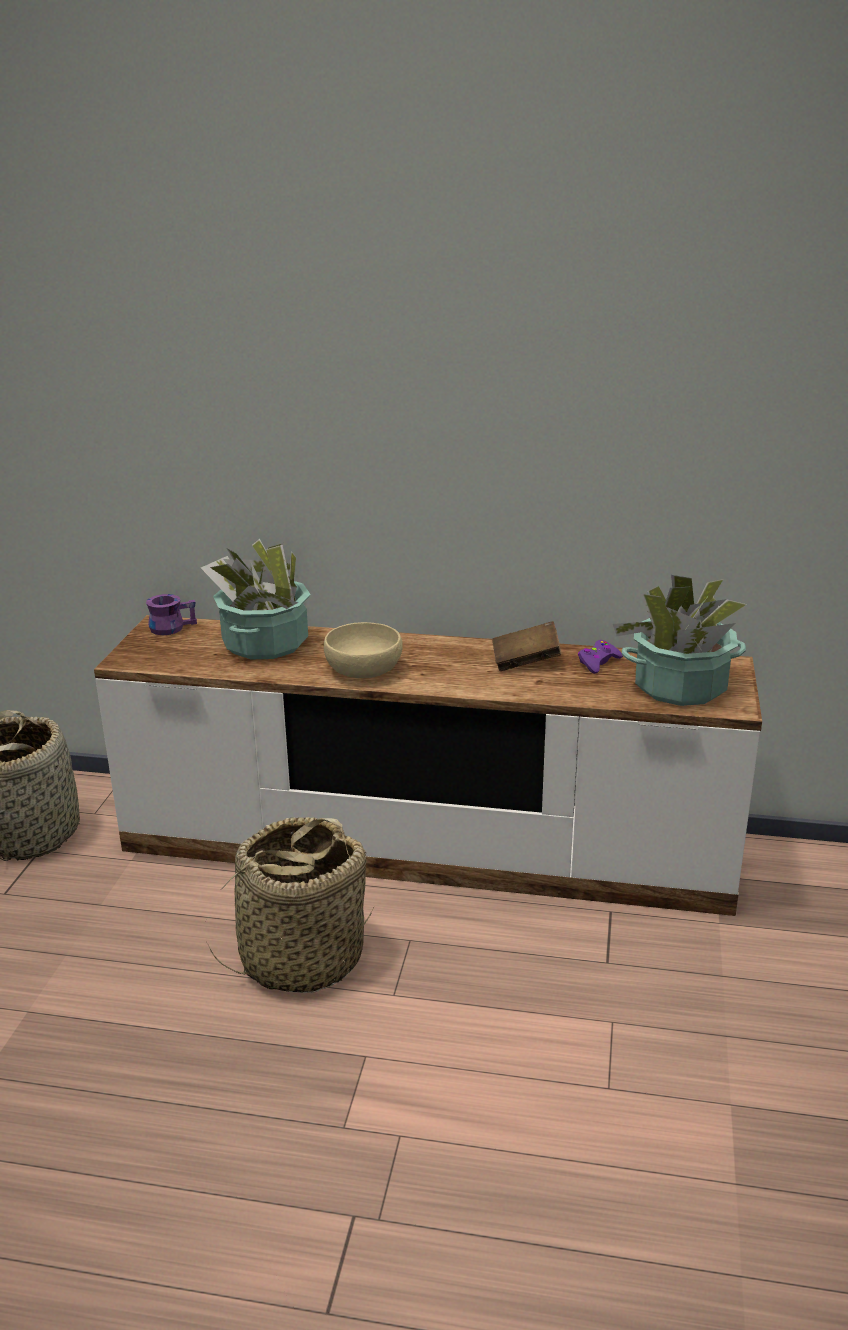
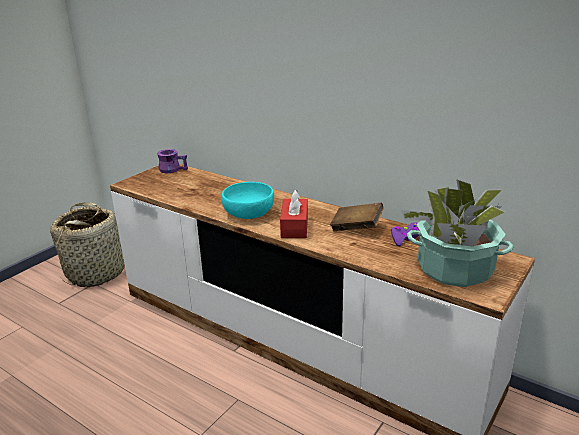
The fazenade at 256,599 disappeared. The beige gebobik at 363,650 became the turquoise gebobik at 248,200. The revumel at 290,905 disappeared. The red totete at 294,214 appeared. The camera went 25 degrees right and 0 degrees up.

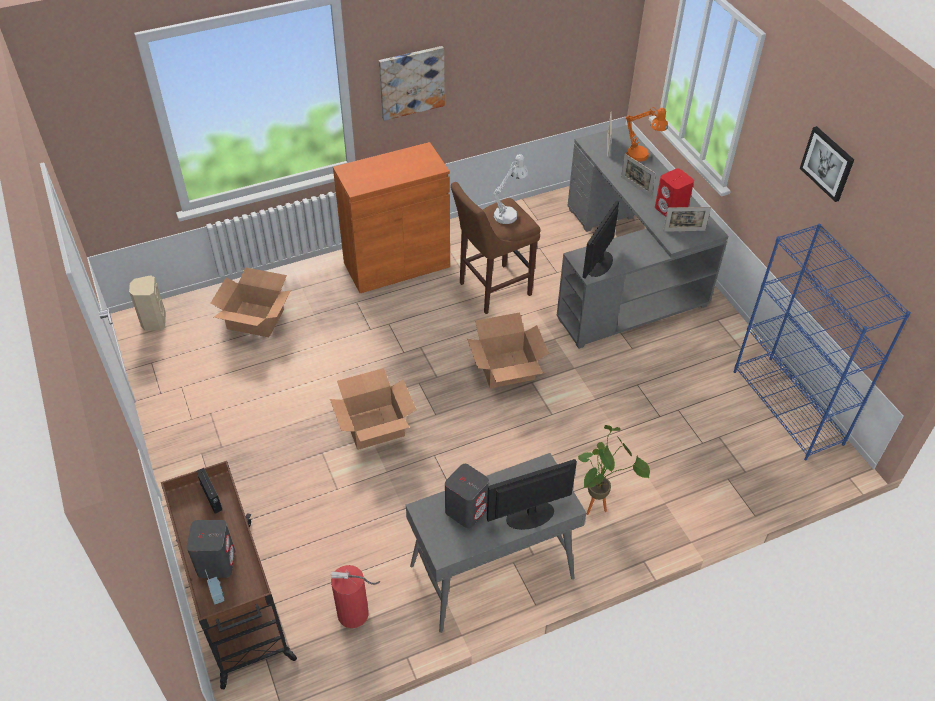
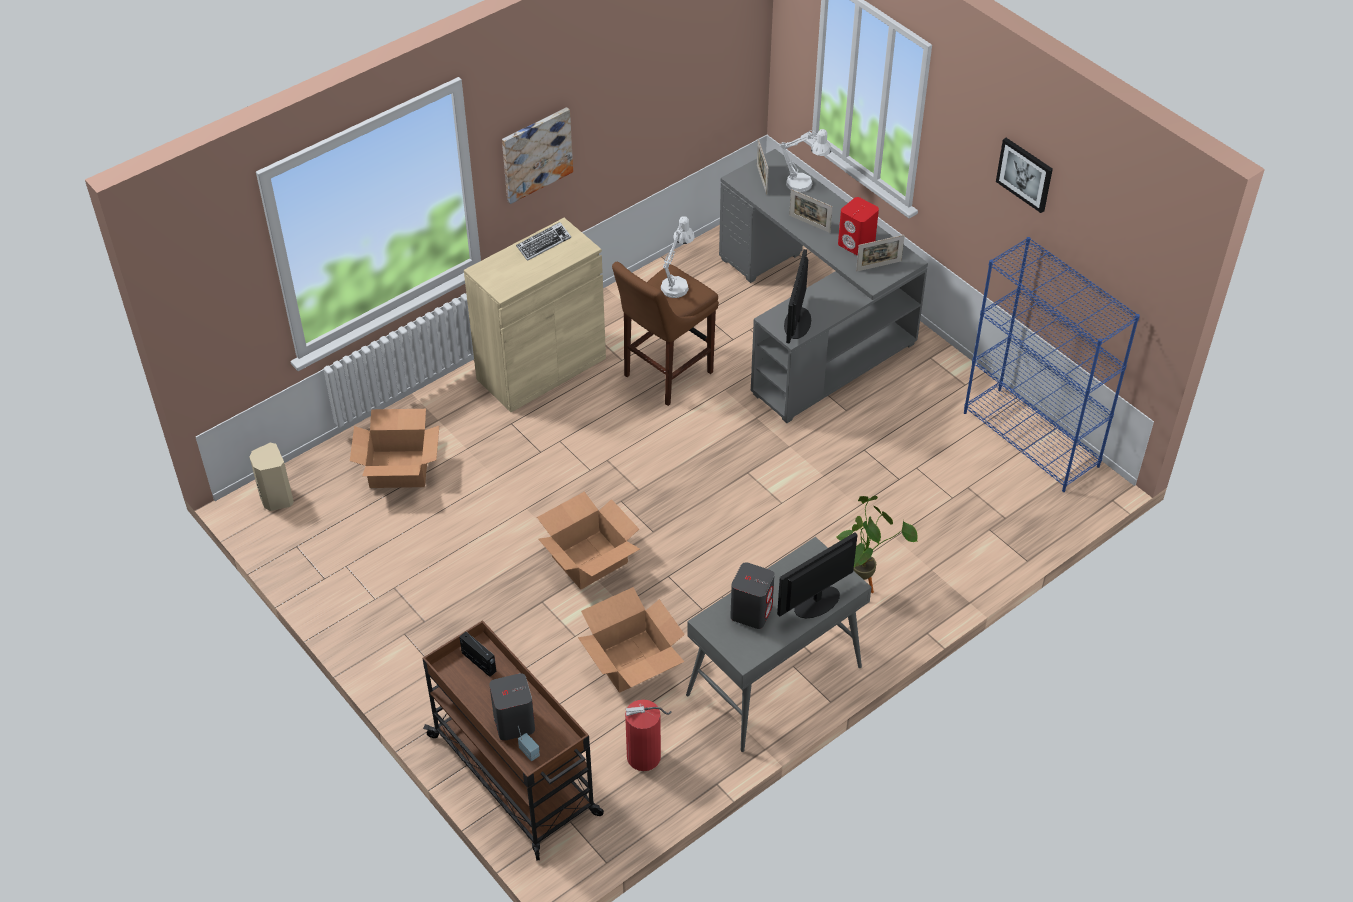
The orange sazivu at 647,134 became the white sazivu at 806,161. The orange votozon at 391,217 became the beige votozon at 535,315. The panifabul moved from 508,350 to 631,639. The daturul at 543,241 appeared. The camera went 15 degrees left and 0 degrees up.

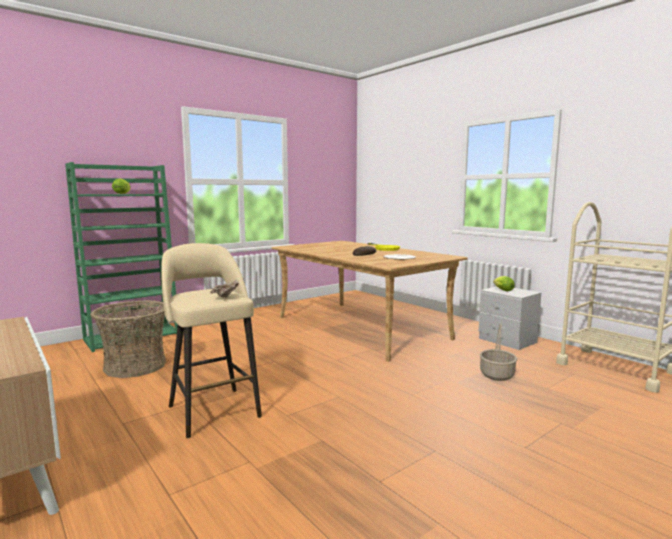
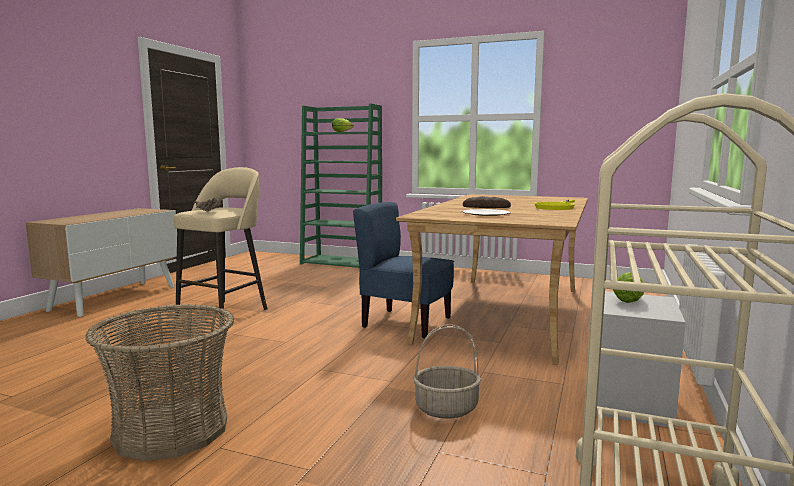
The revumel moved from 128,339 to 159,382. The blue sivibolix at 403,270 appeared. The camera went 60 degrees right and 0 degrees up.

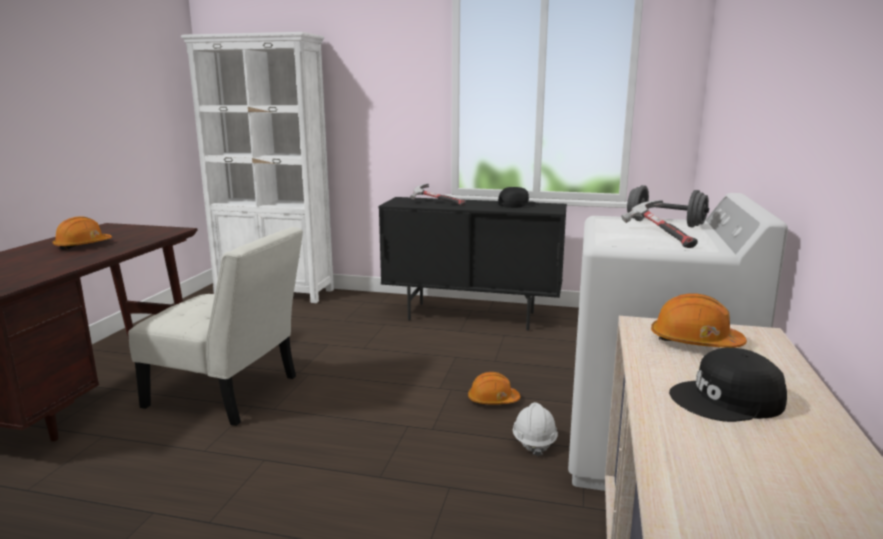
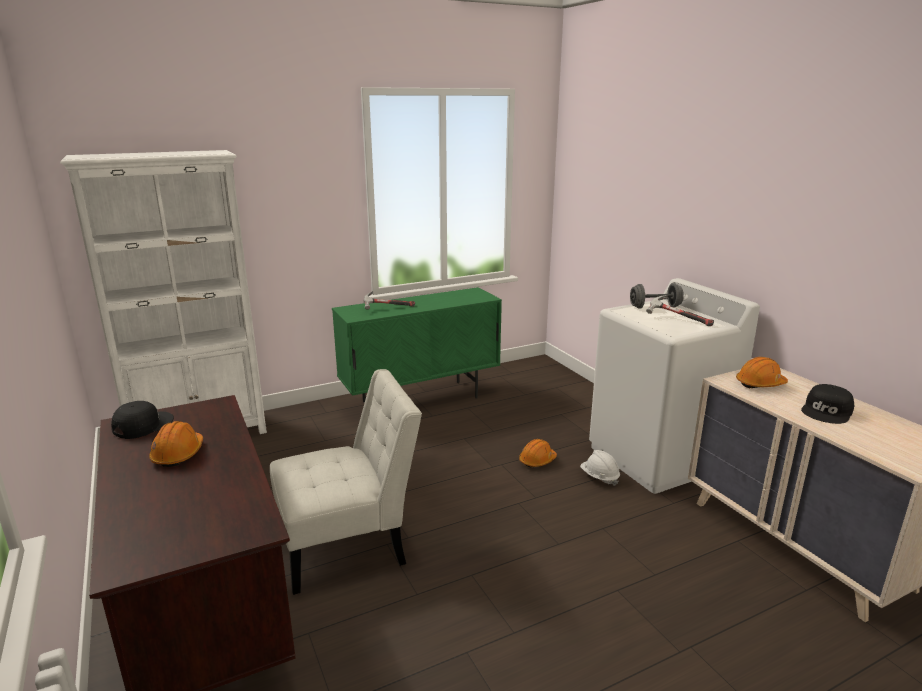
The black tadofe moved from 518,197 to 142,420. The black votozon at 472,264 became the green votozon at 417,345. The camera went 40 degrees left and 5 degrees up.

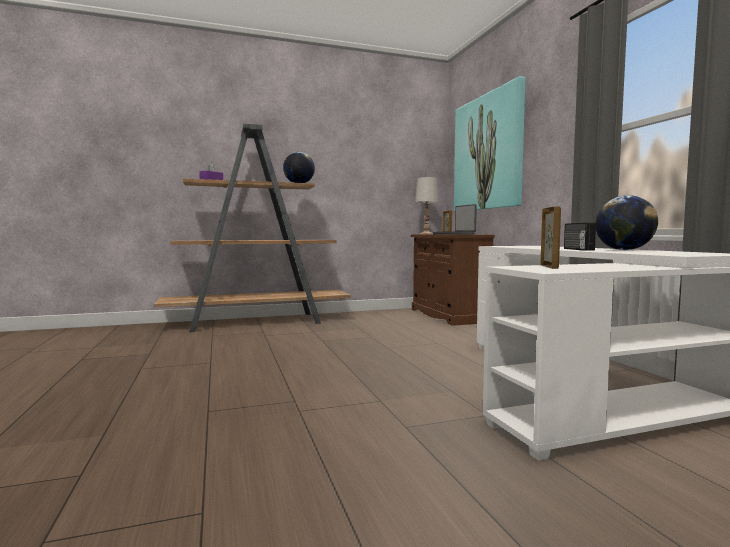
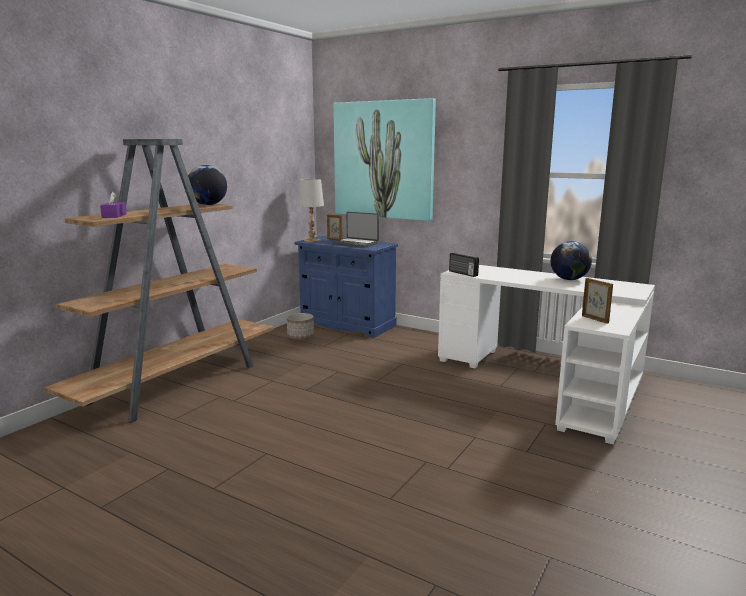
The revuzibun moved from 580,237 to 464,265. The brown votozon at 453,280 became the blue votozon at 346,287. The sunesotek at 300,326 appeared. The camera went 40 degrees left and 10 degrees up.

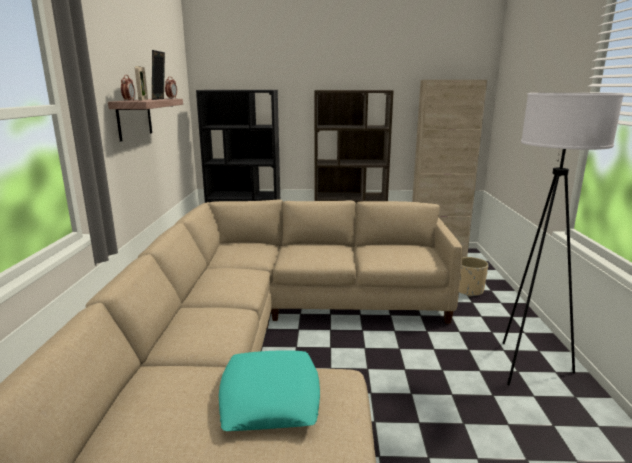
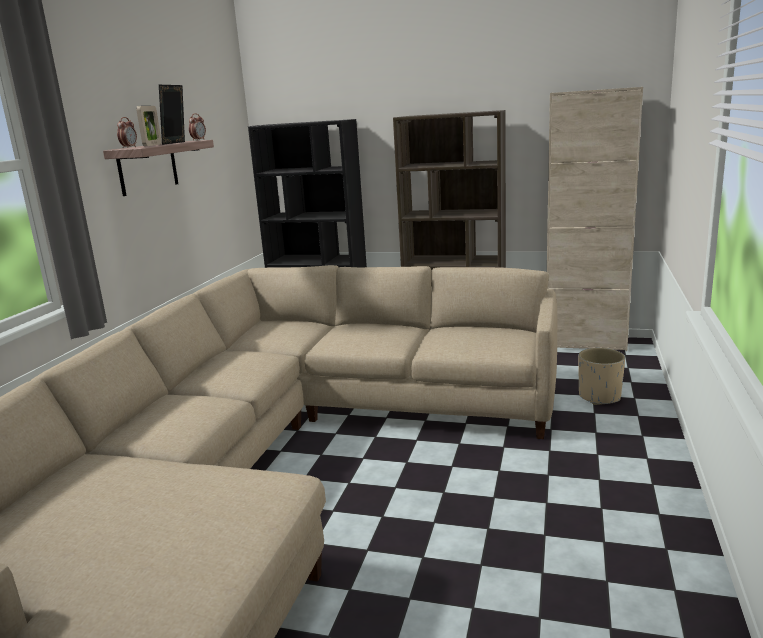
The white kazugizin at 563,239 disappeared. The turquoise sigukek at 269,390 disappeared. The camera went 15 degrees right and 0 degrees up.

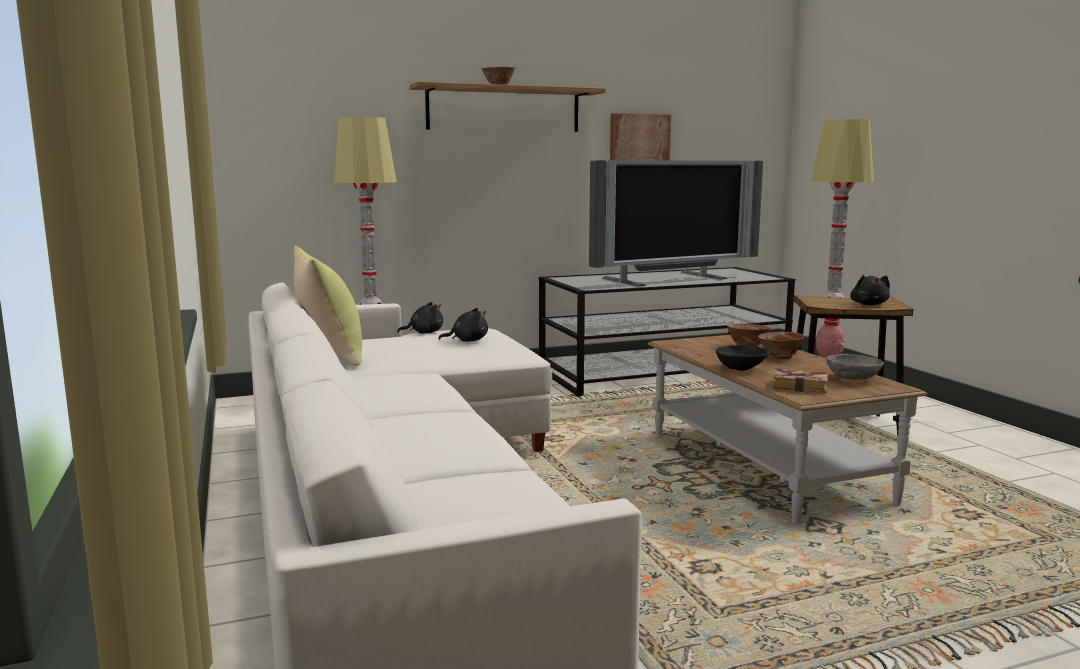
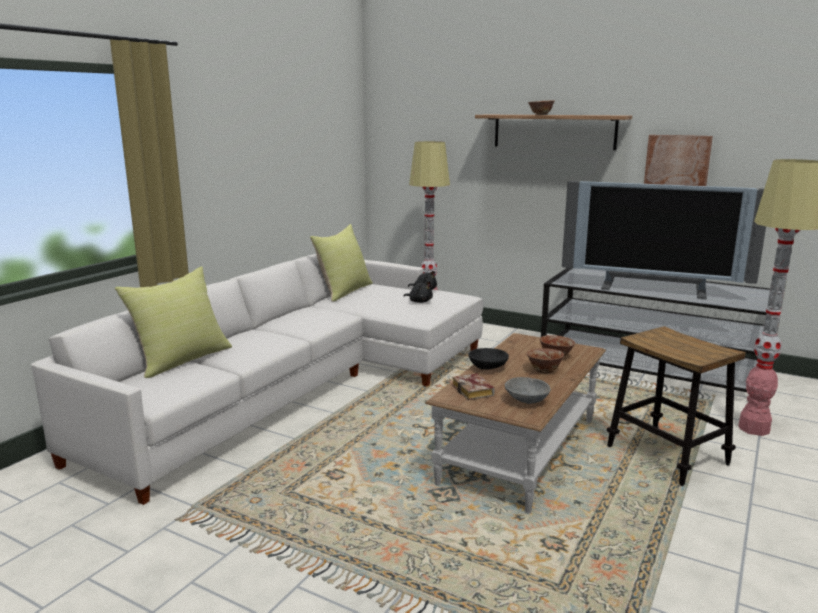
The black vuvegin at 870,290 disappeared. The yellow sigukek at 173,322 appeared. The camera went 50 degrees right and 5 degrees up.

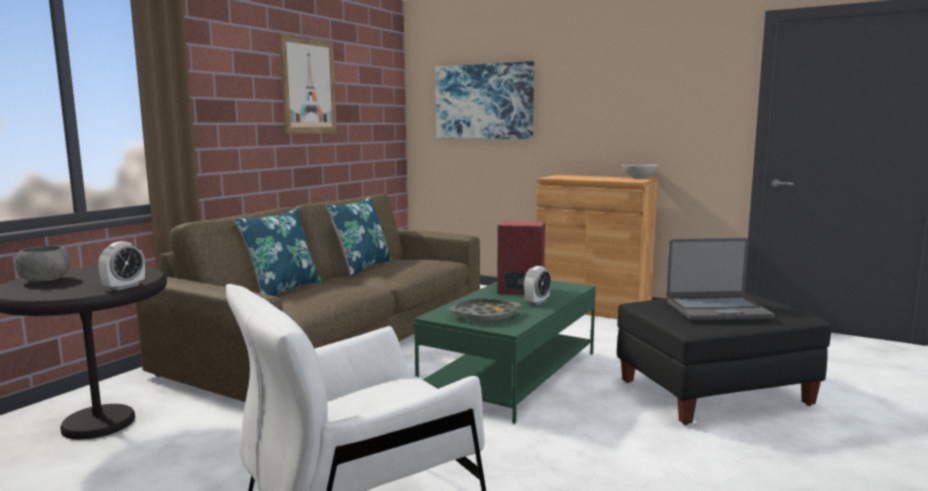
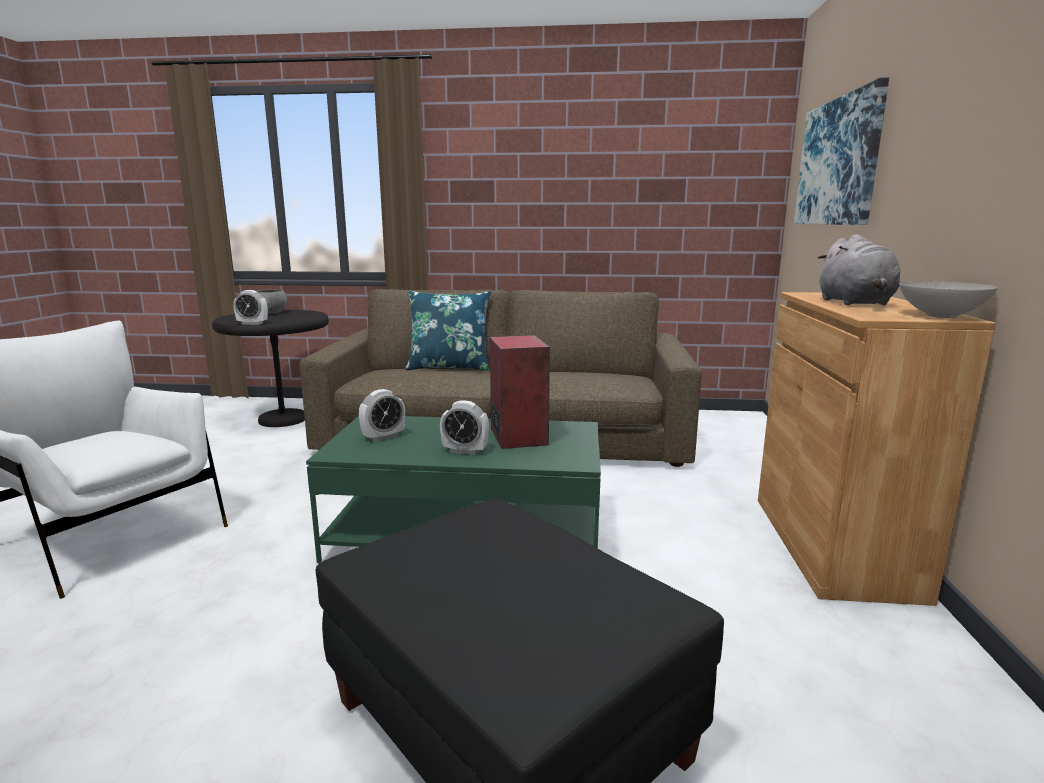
The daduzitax at 308,84 disappeared. The blue sigukek at 359,236 disappeared. The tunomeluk at 720,279 disappeared. The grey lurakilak at 485,310 was replaced by the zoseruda at 382,415. The grey vuvegin at 859,270 appeared. The camera went 65 degrees right and 5 degrees up.

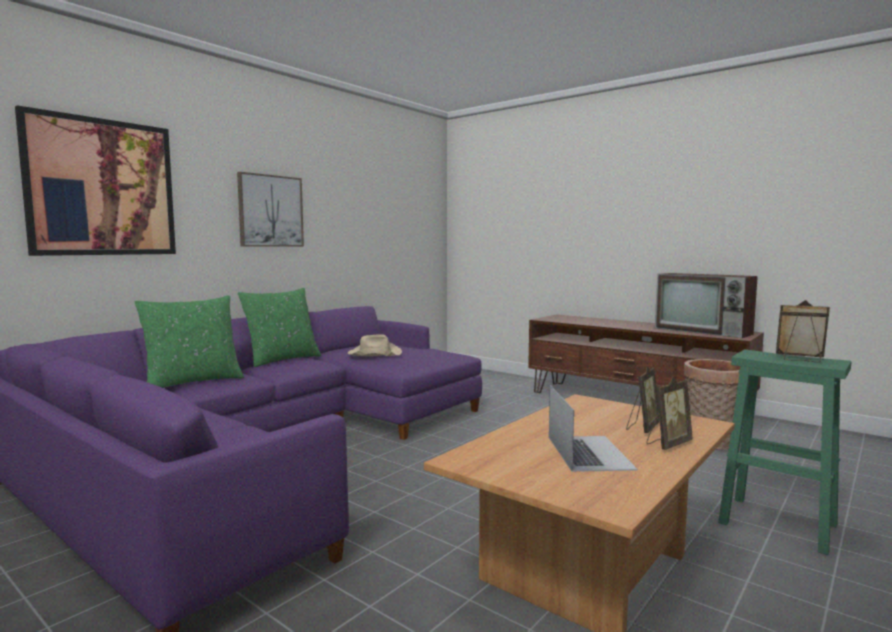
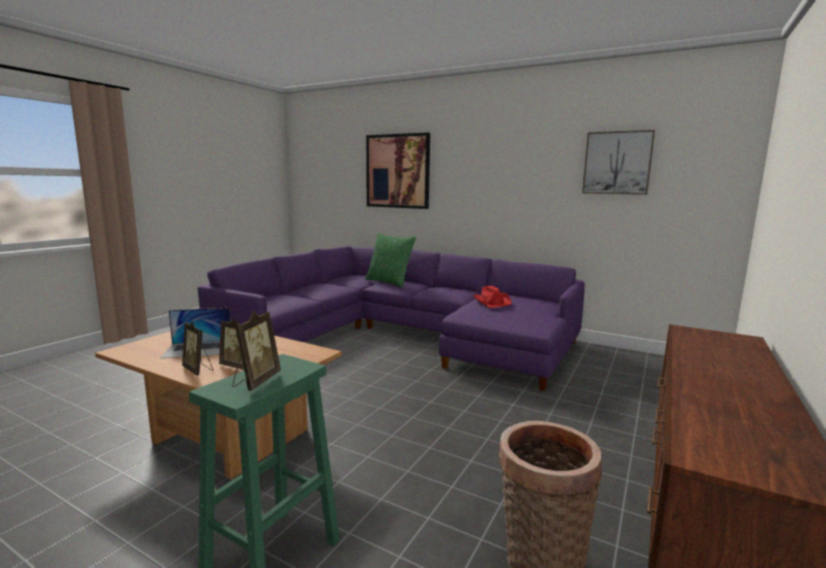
The daduzitax moved from 270,209 to 618,162. The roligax at 706,305 disappeared. The green sigukek at 279,327 disappeared. The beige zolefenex at 375,345 became the red zolefenex at 492,297. The camera went 80 degrees right and 5 degrees up.

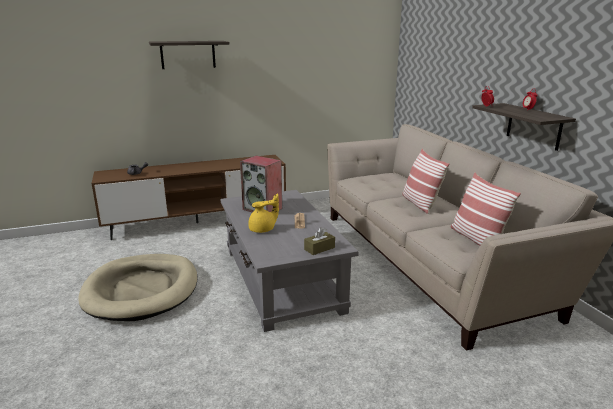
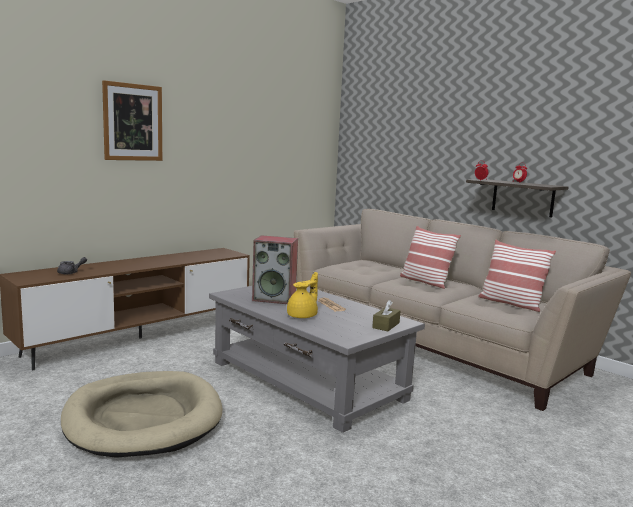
The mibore at 189,55 was replaced by the daduzitax at 132,120. The camera went 25 degrees left and 10 degrees down.

